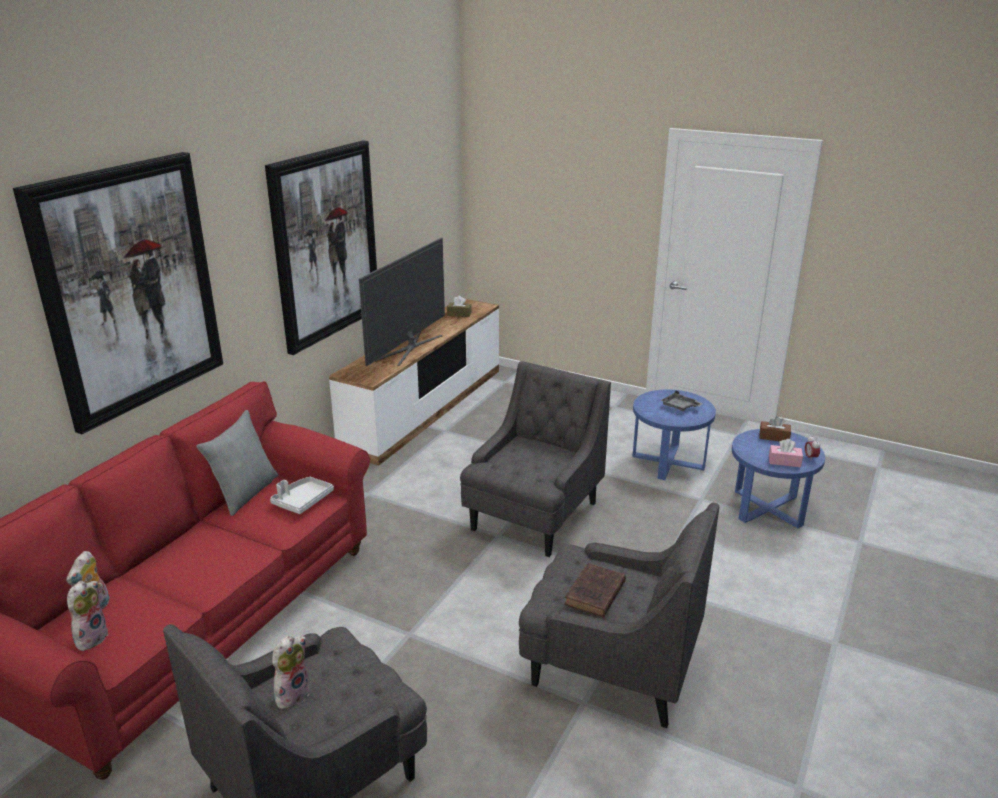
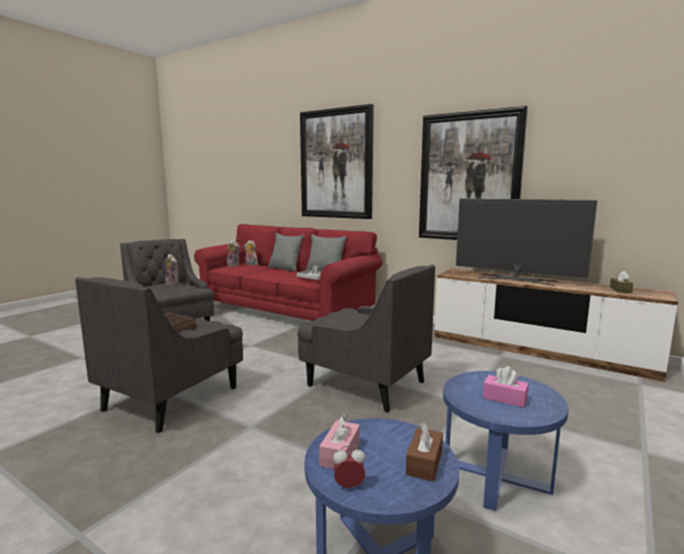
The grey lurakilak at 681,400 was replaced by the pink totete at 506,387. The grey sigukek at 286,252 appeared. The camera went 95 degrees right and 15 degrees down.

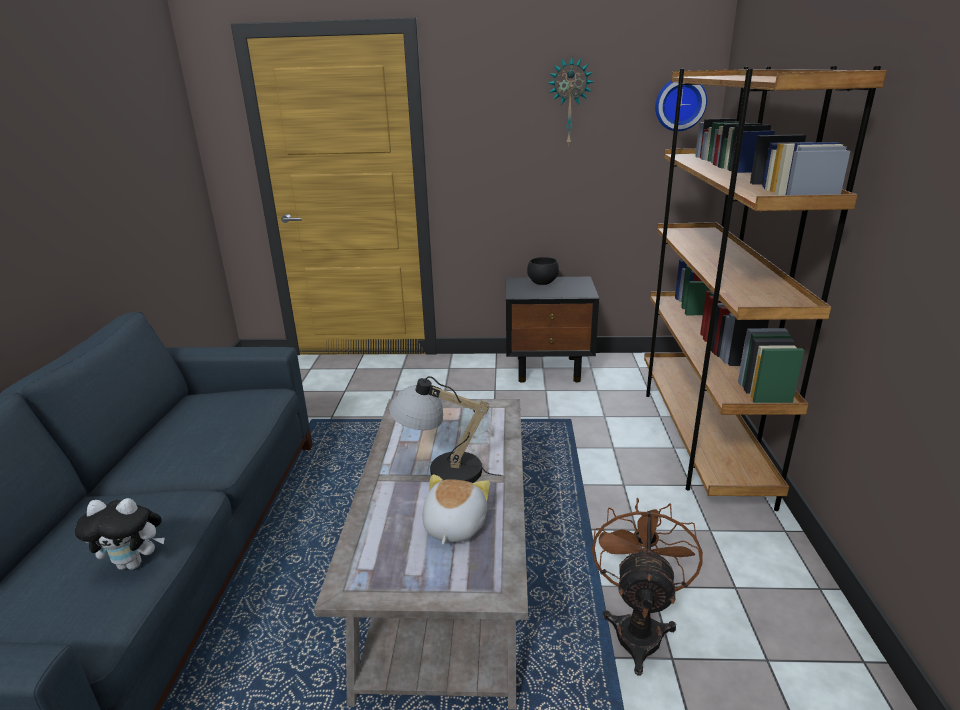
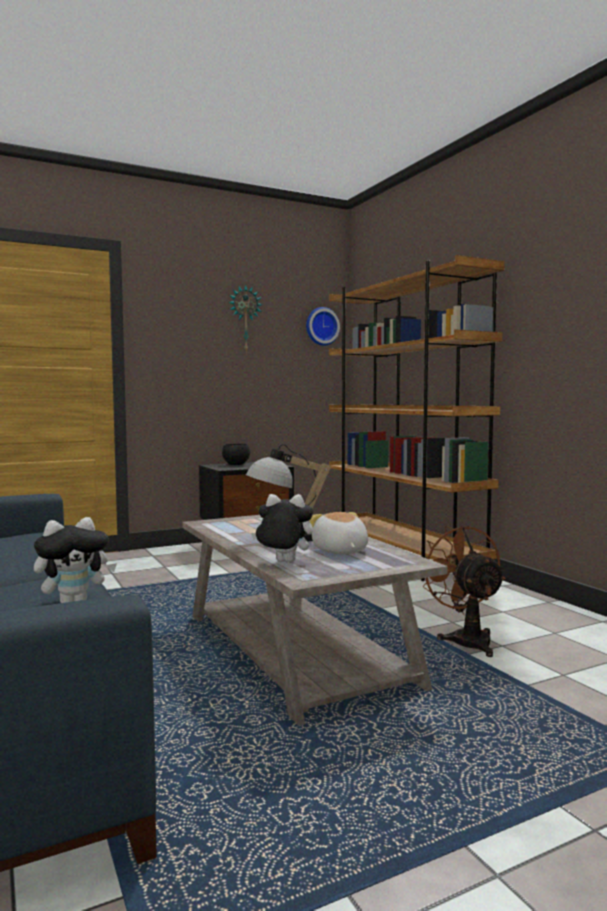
The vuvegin at 282,528 appeared. The camera went 30 degrees left and 20 degrees down.

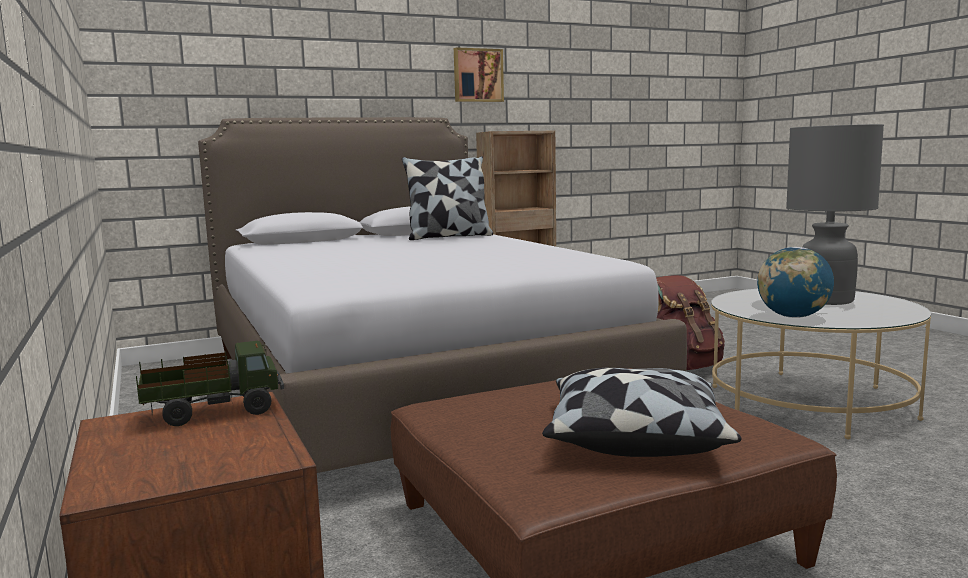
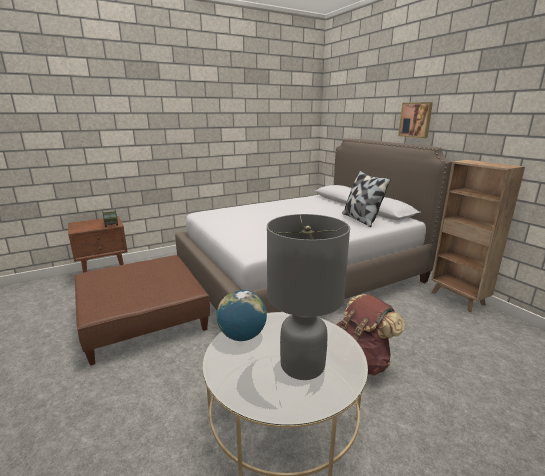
The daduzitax moved from 479,74 to 415,120. The sigukek at 642,412 disappeared. The camera went 85 degrees right and 10 degrees up.

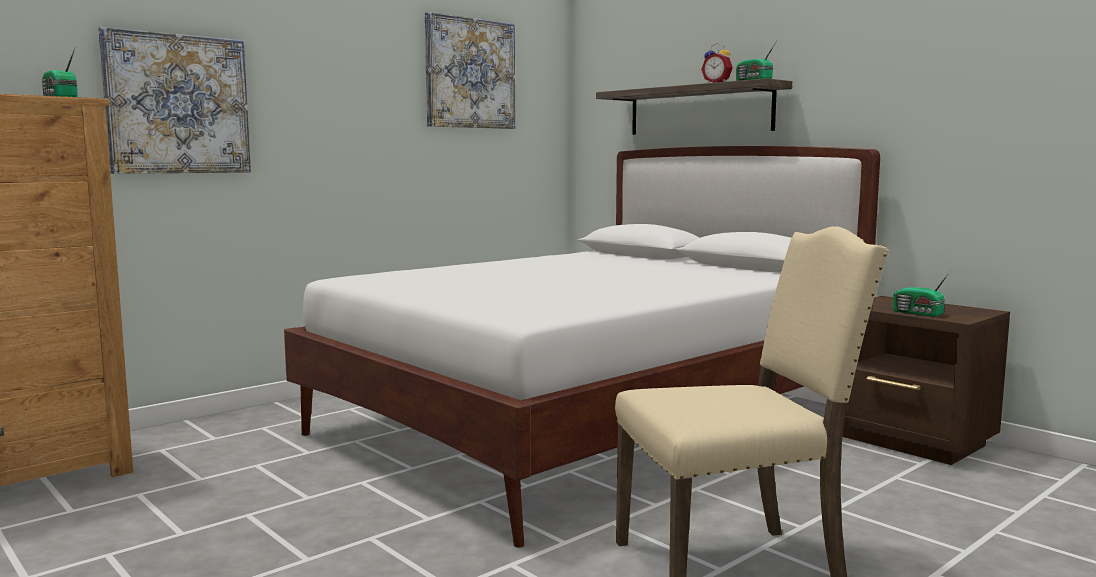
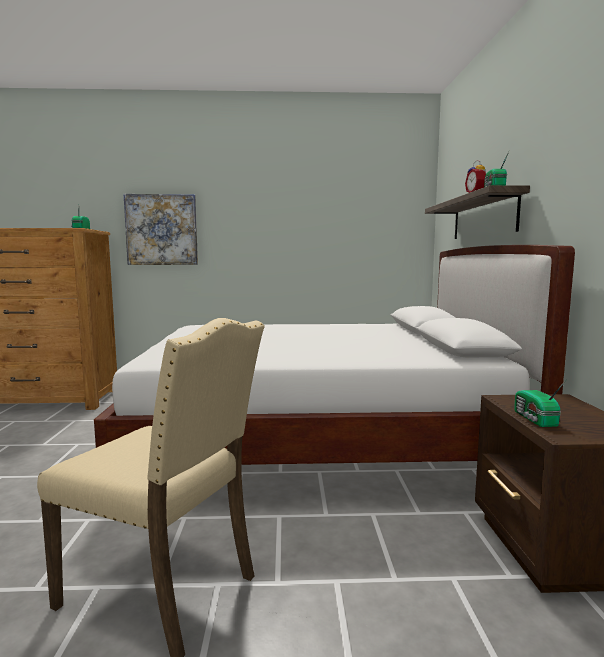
The daduzitax at 470,70 disappeared. The camera went 40 degrees right and 0 degrees up.

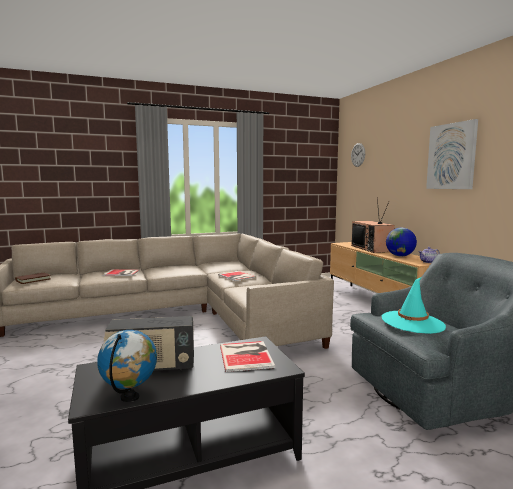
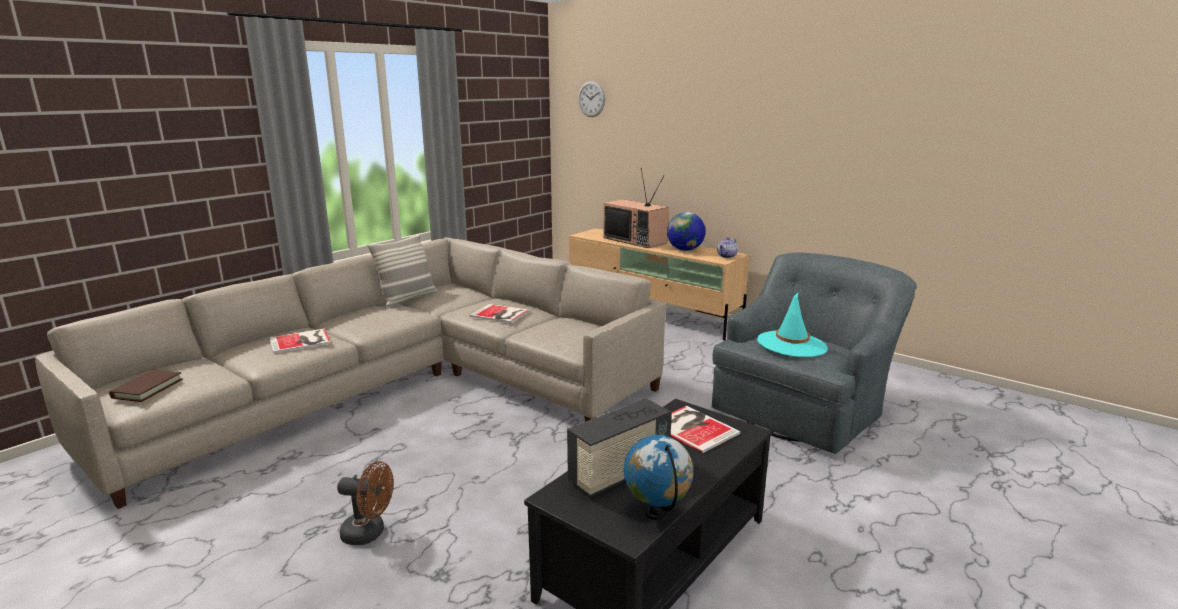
The daduzitax at 452,154 disappeared. The sigukek at 402,271 appeared. The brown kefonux at 365,503 appeared. The camera went 30 degrees left and 10 degrees up.

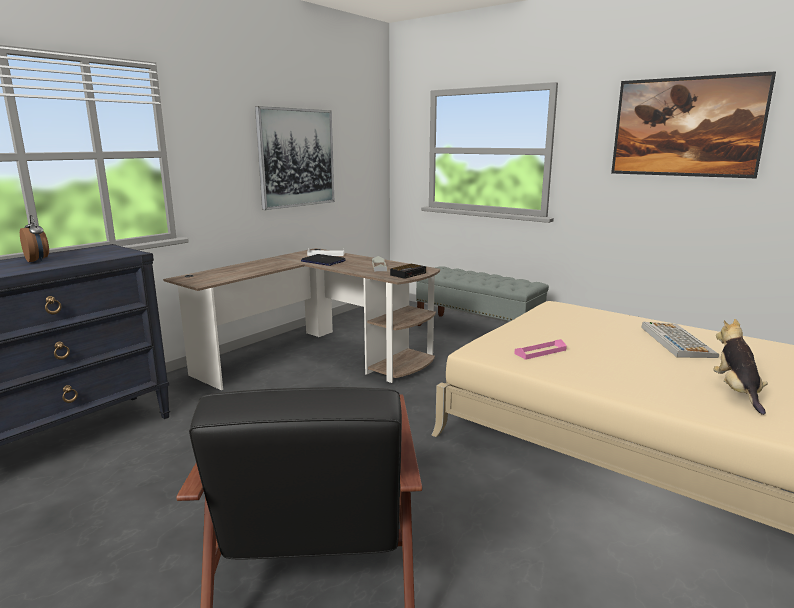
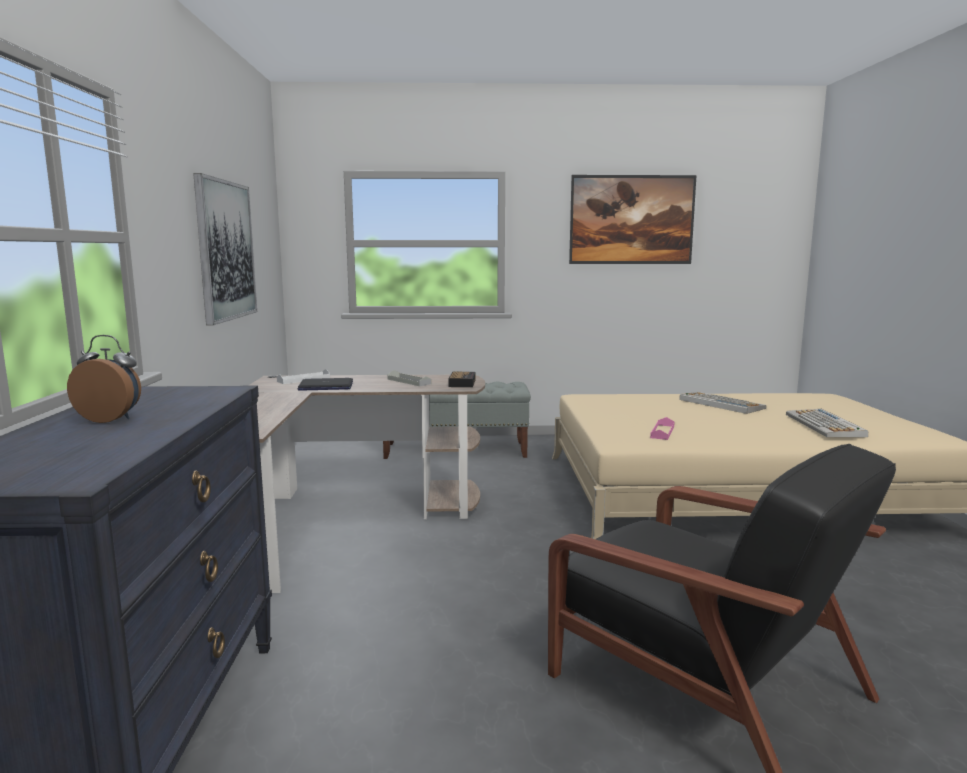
The vuvegin at 740,367 was replaced by the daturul at 827,423. The camera went 40 degrees left and 5 degrees down.

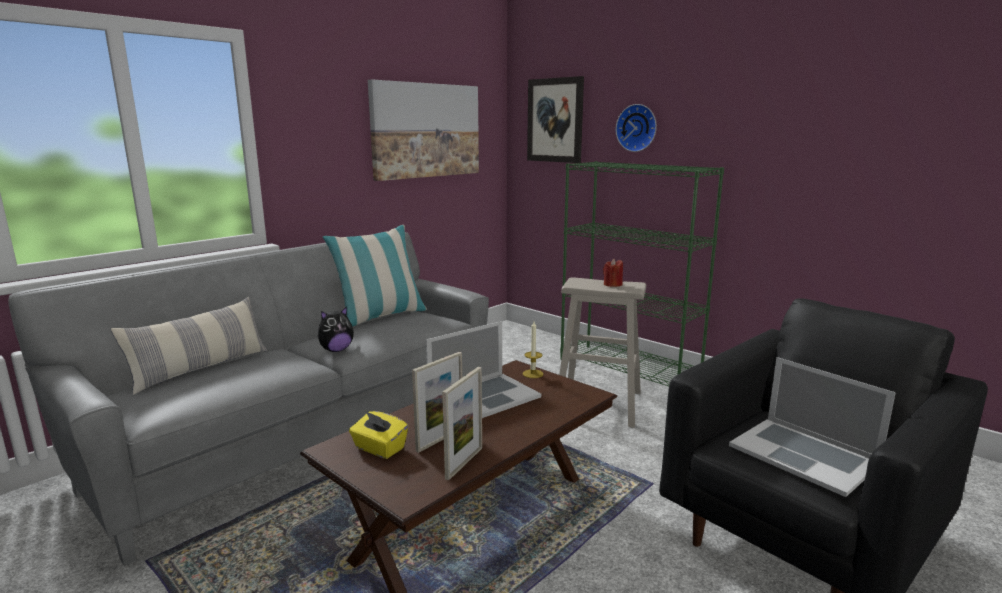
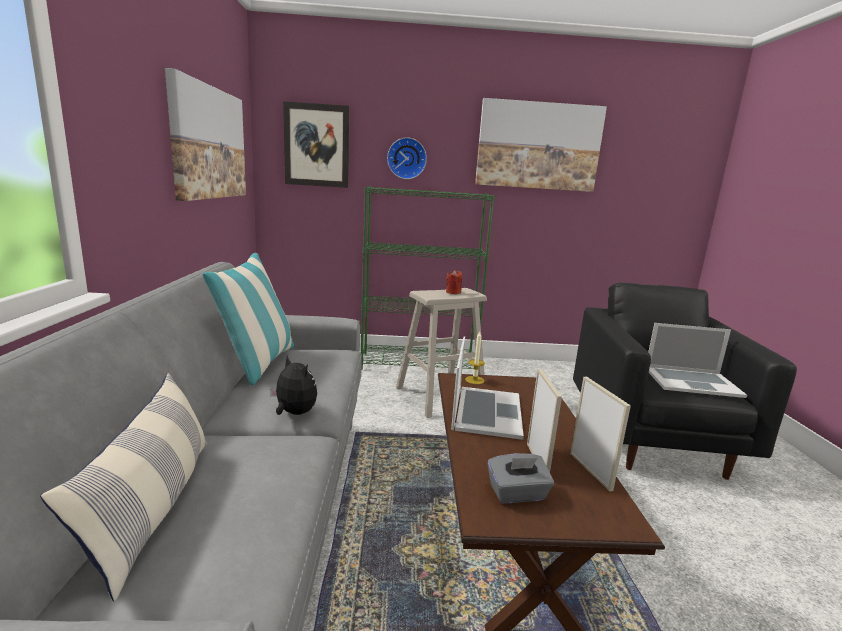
The vuvegin at 336,329 turned 60 degrees counterclockwise. The yellow totete at 378,435 became the grey totete at 520,478. The daduzitax at 541,145 appeared. The camera went 45 degrees left and 0 degrees up.

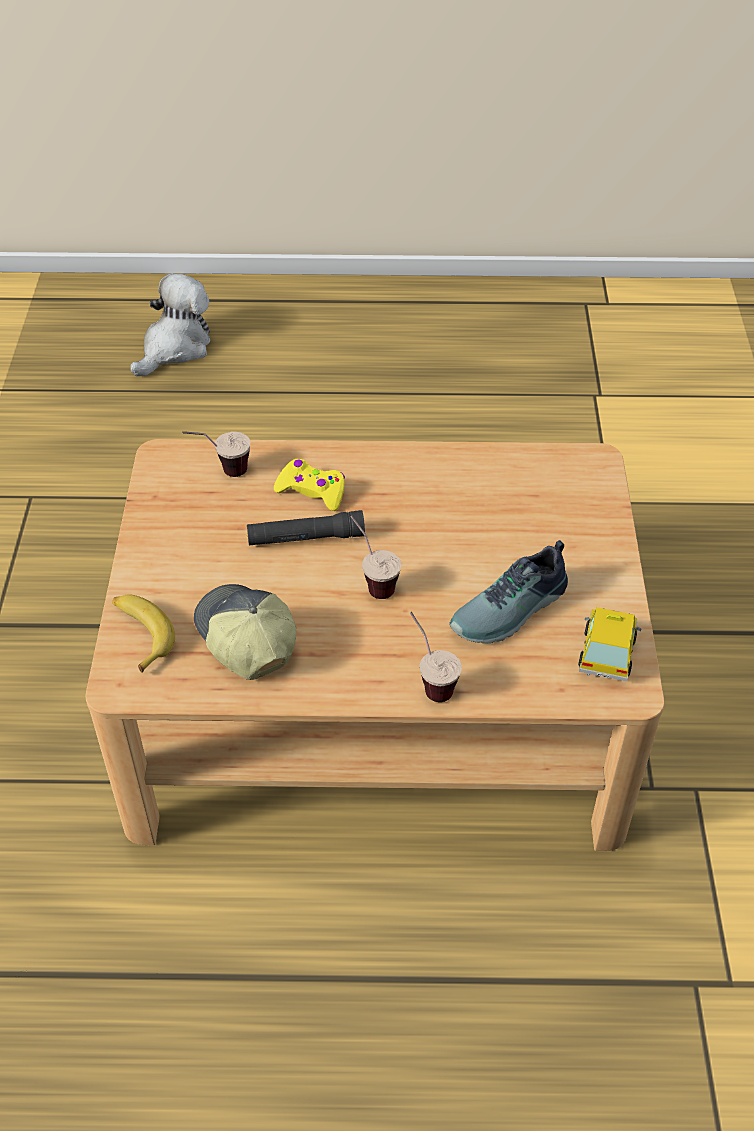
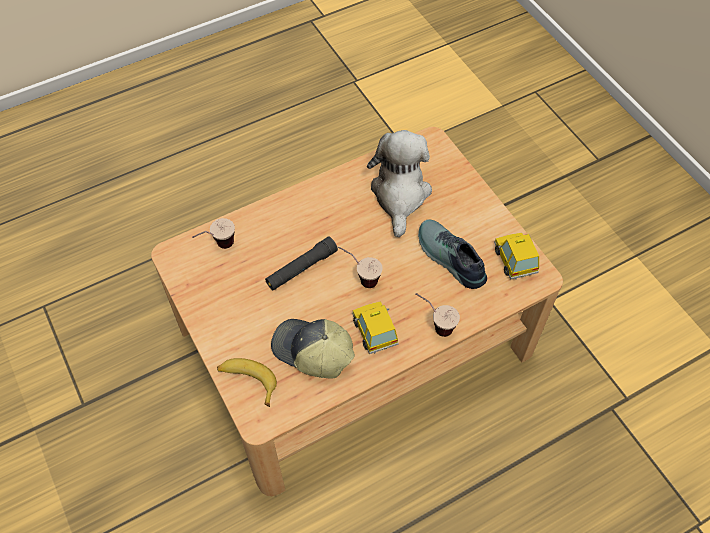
The vuvegin moved from 170,325 to 399,183. The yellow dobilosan at 309,484 disappeared. The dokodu at 508,592 turned 120 degrees clockwise. The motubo at 375,327 appeared. The camera went 30 degrees left and 10 degrees up.

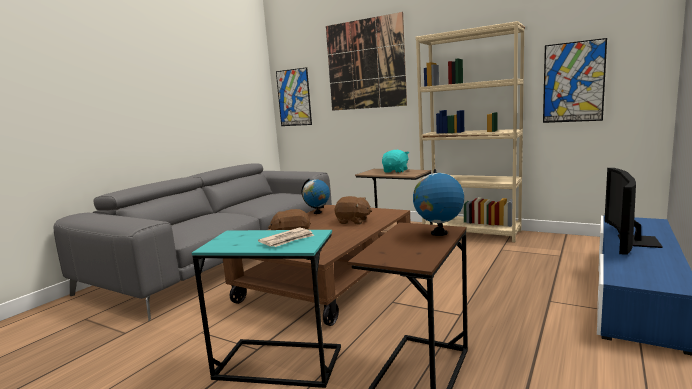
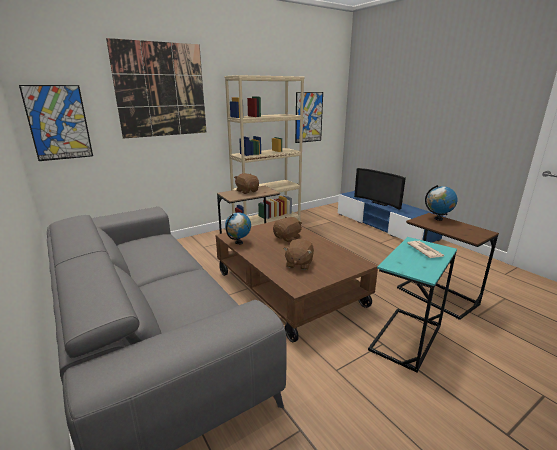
The turquoise vuvegin at 395,161 became the brown vuvegin at 246,183. The camera went 65 degrees left and 10 degrees up.

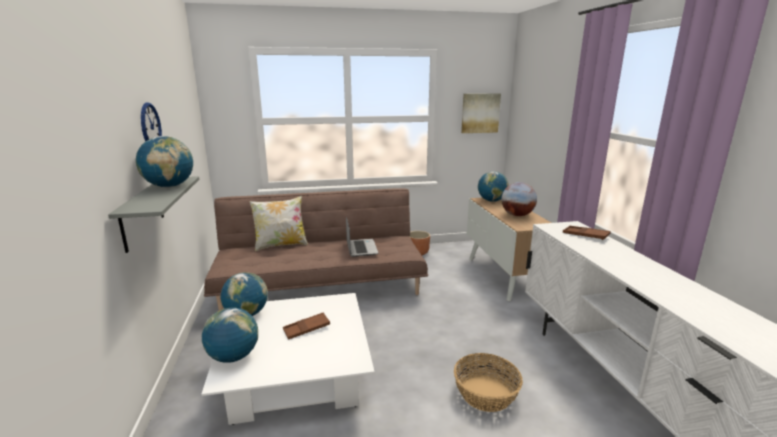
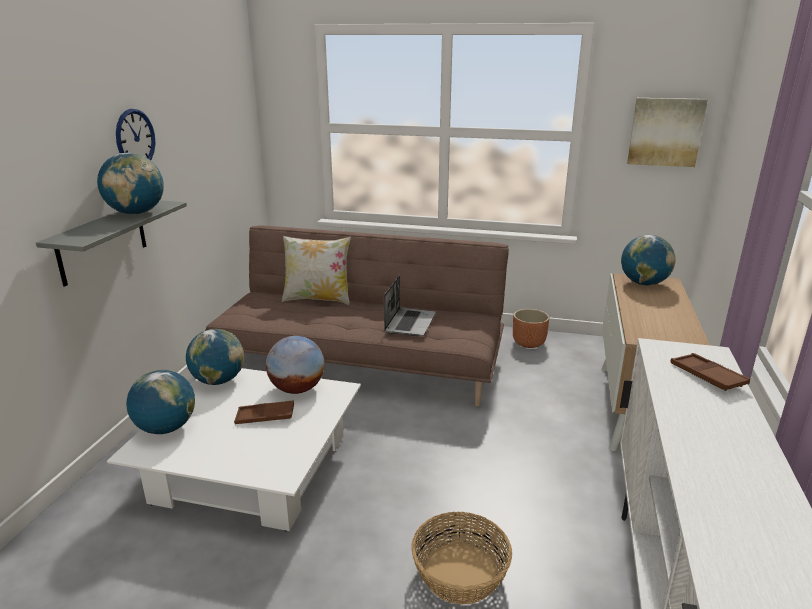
The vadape moved from 519,199 to 295,365. The camera went 25 degrees right and 5 degrees up.

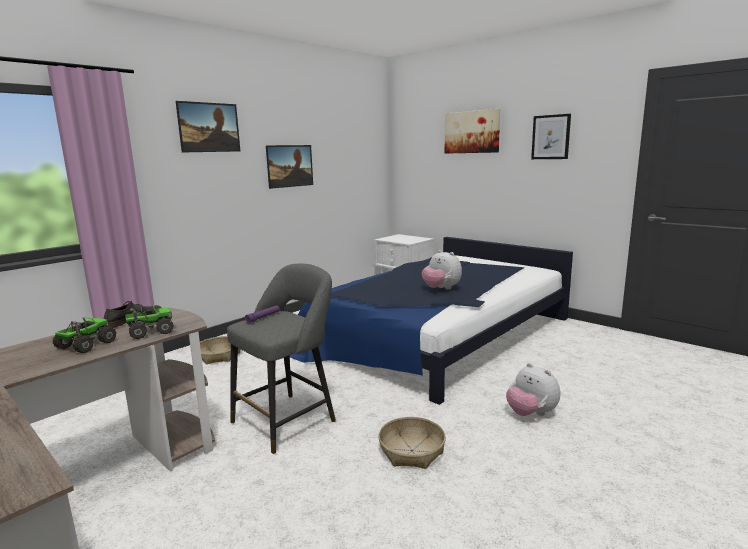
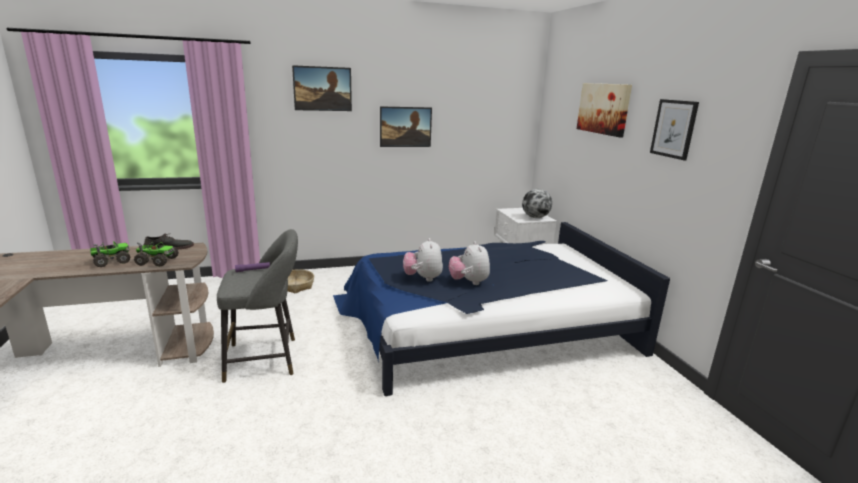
The vuvegin moved from 533,389 to 423,260. The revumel at 412,443 disappeared. The vadape at 537,203 appeared. The camera went 30 degrees right and 5 degrees up.

